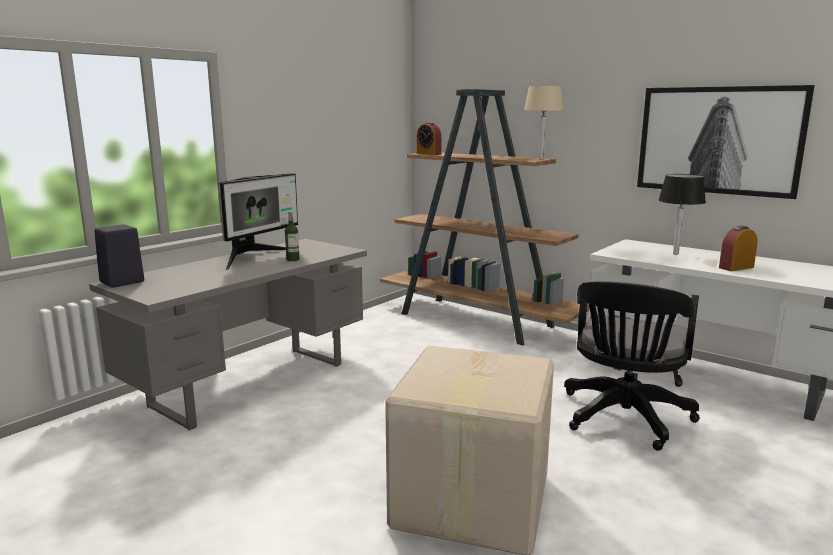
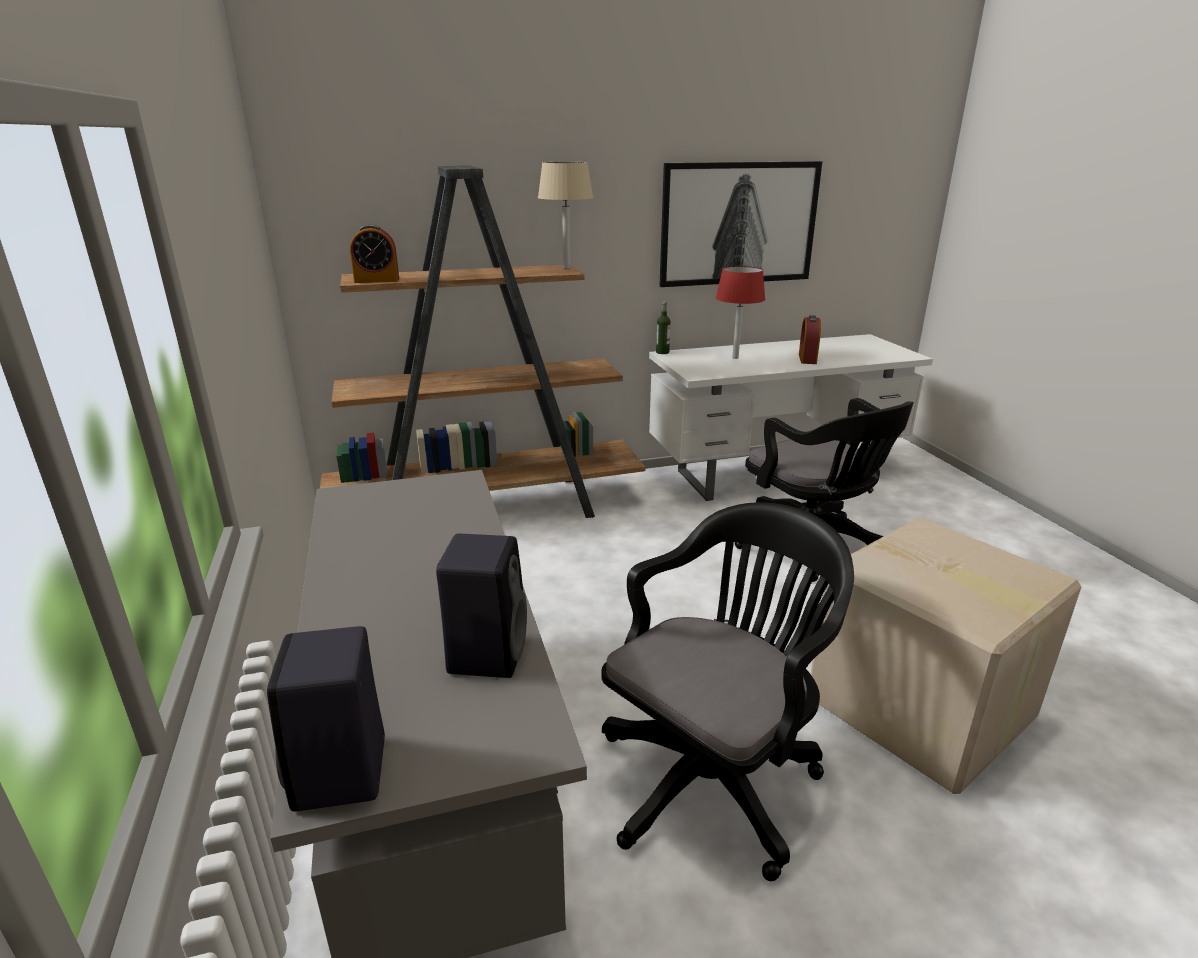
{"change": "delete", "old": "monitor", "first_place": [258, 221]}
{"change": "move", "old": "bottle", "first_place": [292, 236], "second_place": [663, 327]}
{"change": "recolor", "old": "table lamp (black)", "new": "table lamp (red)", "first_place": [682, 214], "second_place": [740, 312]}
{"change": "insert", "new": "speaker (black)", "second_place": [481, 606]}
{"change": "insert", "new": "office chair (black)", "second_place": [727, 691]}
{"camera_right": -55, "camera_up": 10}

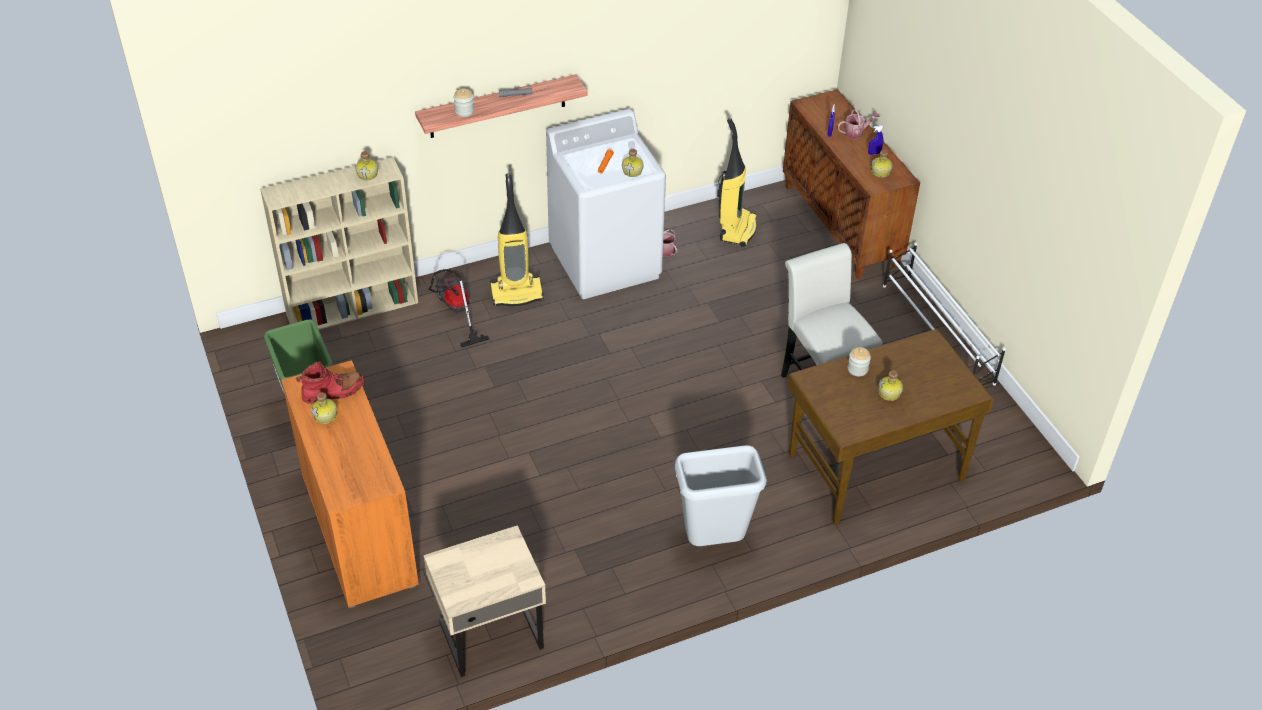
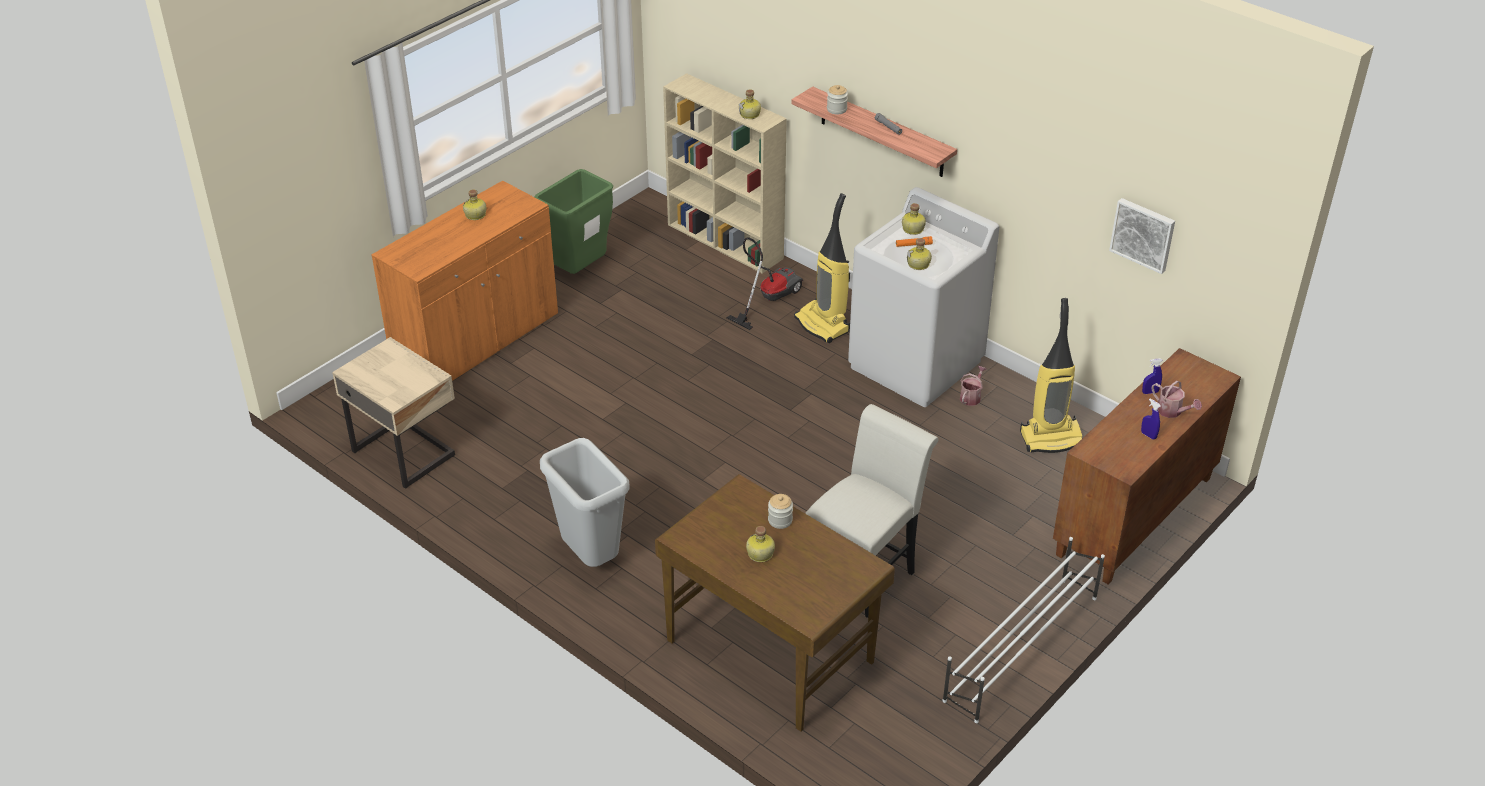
{"change": "delete", "old": "boot (red)", "first_place": [330, 382]}
{"change": "move", "old": "bottle", "first_place": [881, 163], "second_place": [914, 219]}
{"change": "insert", "new": "picture", "second_place": [1142, 236]}
{"camera_right": 65, "camera_up": -5}

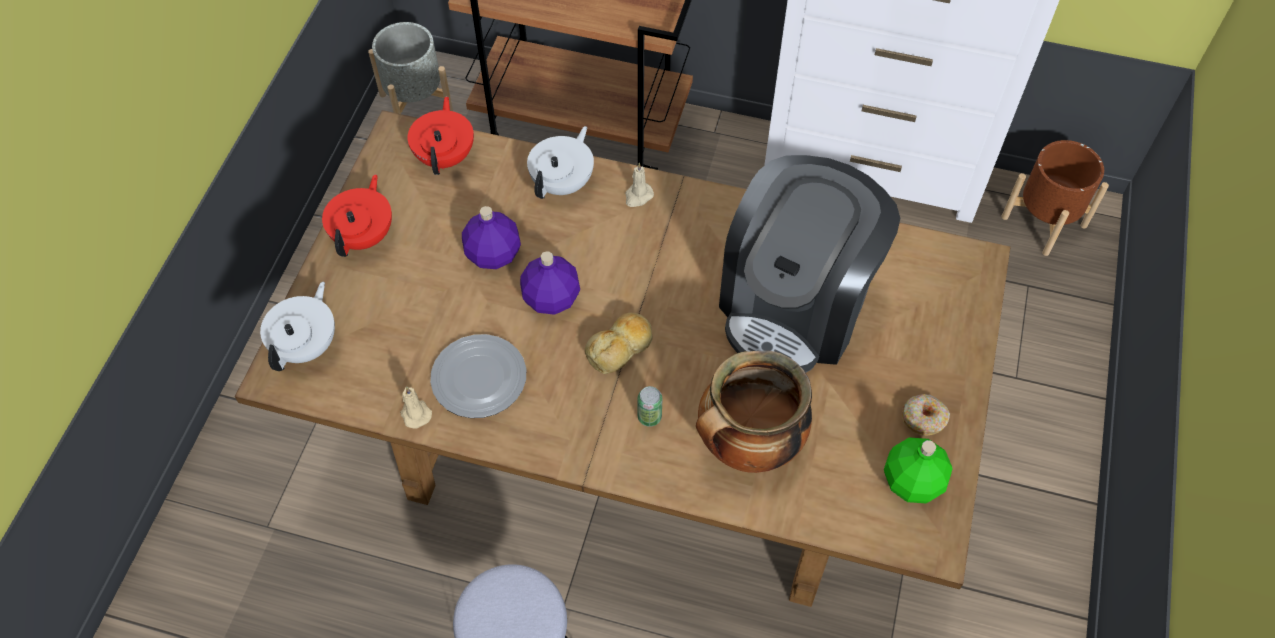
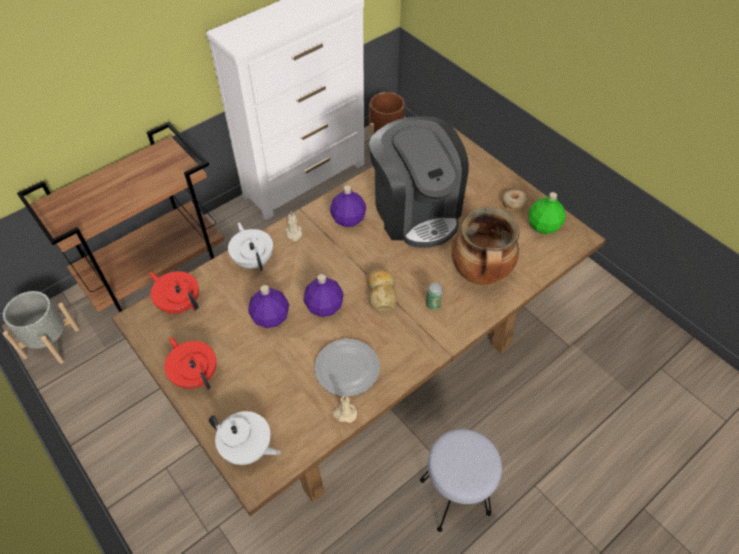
{"change": "rotate", "old": "teapot (white)", "first_place": [297, 326], "second_place": [245, 438], "degrees": 150}
{"change": "insert", "new": "bottle (purple)", "second_place": [348, 206]}
{"camera_right": -55, "camera_up": -5}

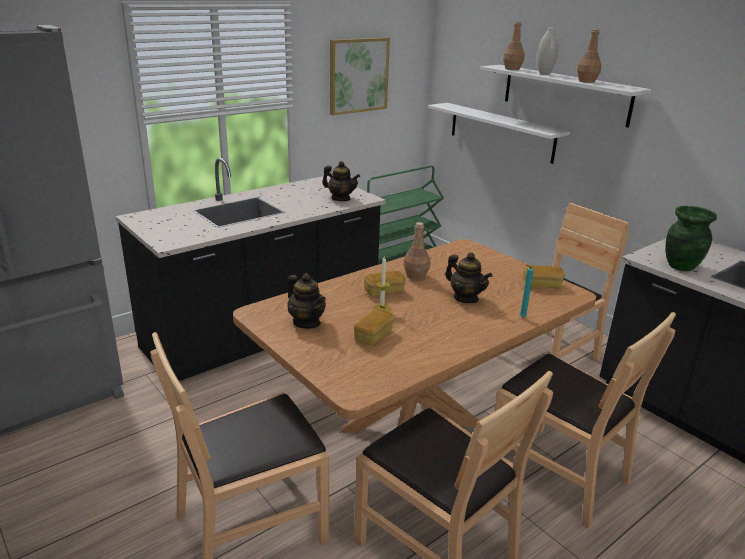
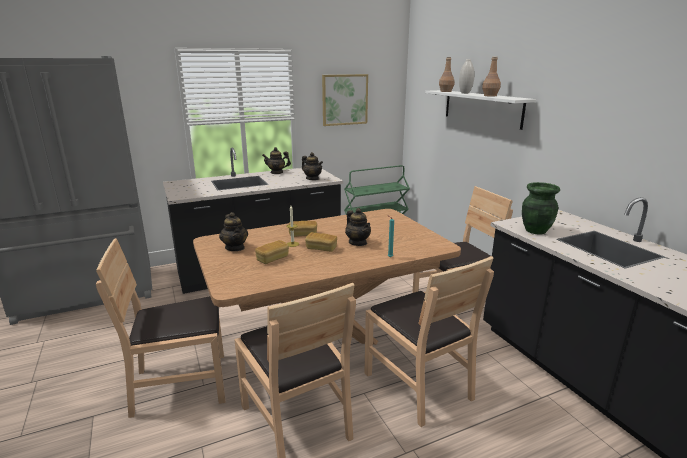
{"change": "delete", "old": "bottle (brown)", "first_place": [417, 251]}
{"change": "delete", "old": "shelf (white)", "first_place": [499, 133]}
{"change": "move", "old": "bread", "first_place": [544, 276], "second_place": [321, 242]}
{"change": "insert", "new": "teapot", "second_place": [276, 160]}
{"camera_right": 15, "camera_up": -5}

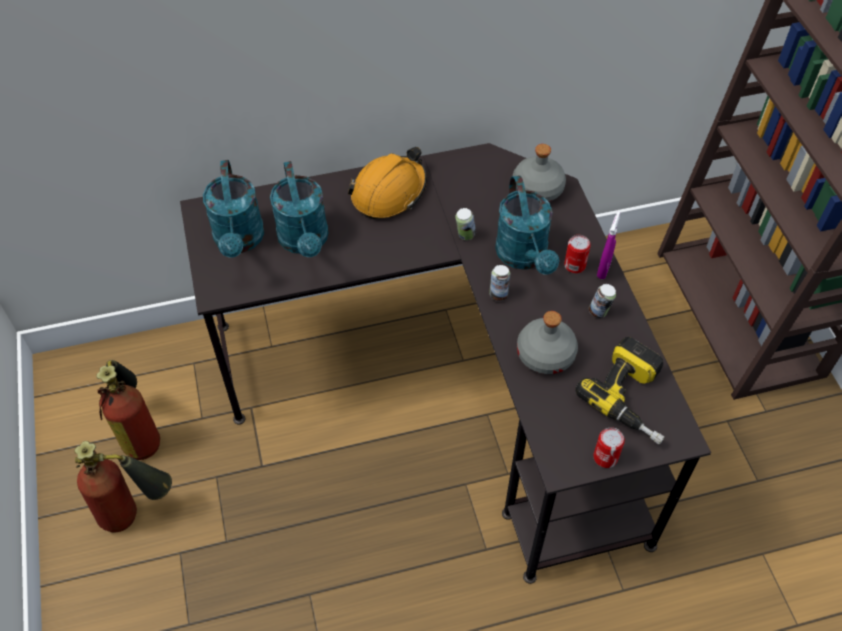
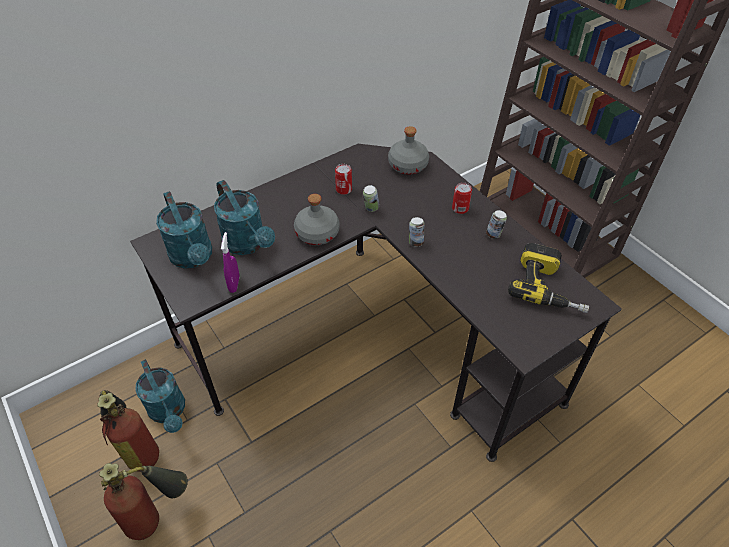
{"change": "delete", "old": "hard hat (orange)", "first_place": [387, 183]}
{"change": "move", "old": "watering can (turquoise)", "first_place": [527, 225], "second_place": [160, 396]}
{"change": "move", "old": "bottle (grey)", "first_place": [547, 342], "second_place": [316, 219]}
{"change": "move", "old": "can", "first_place": [609, 447], "second_place": [343, 179]}
{"change": "move", "old": "spray bottle (purple)", "first_place": [608, 245], "second_place": [230, 262]}
{"camera_right": -20, "camera_up": -5}

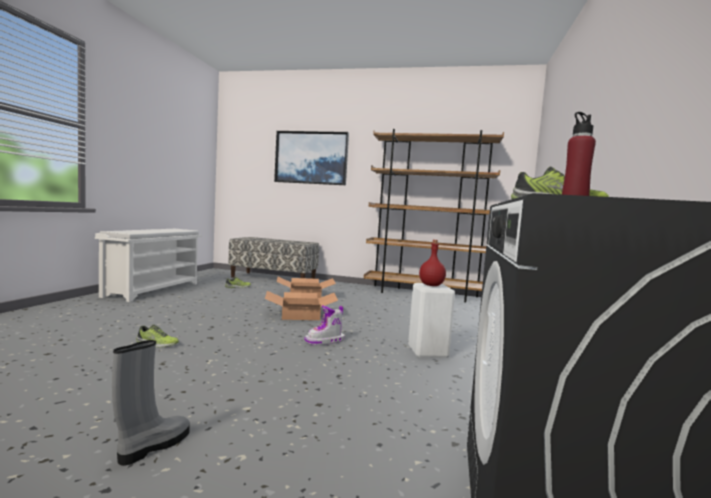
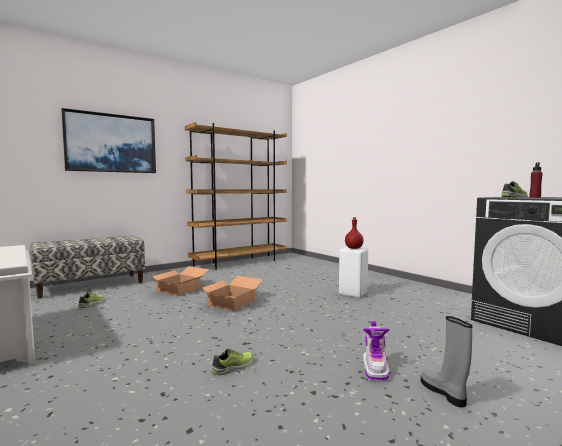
{"change": "move", "old": "boot", "first_place": [324, 325], "second_place": [376, 351]}
{"camera_right": -50, "camera_up": 0}

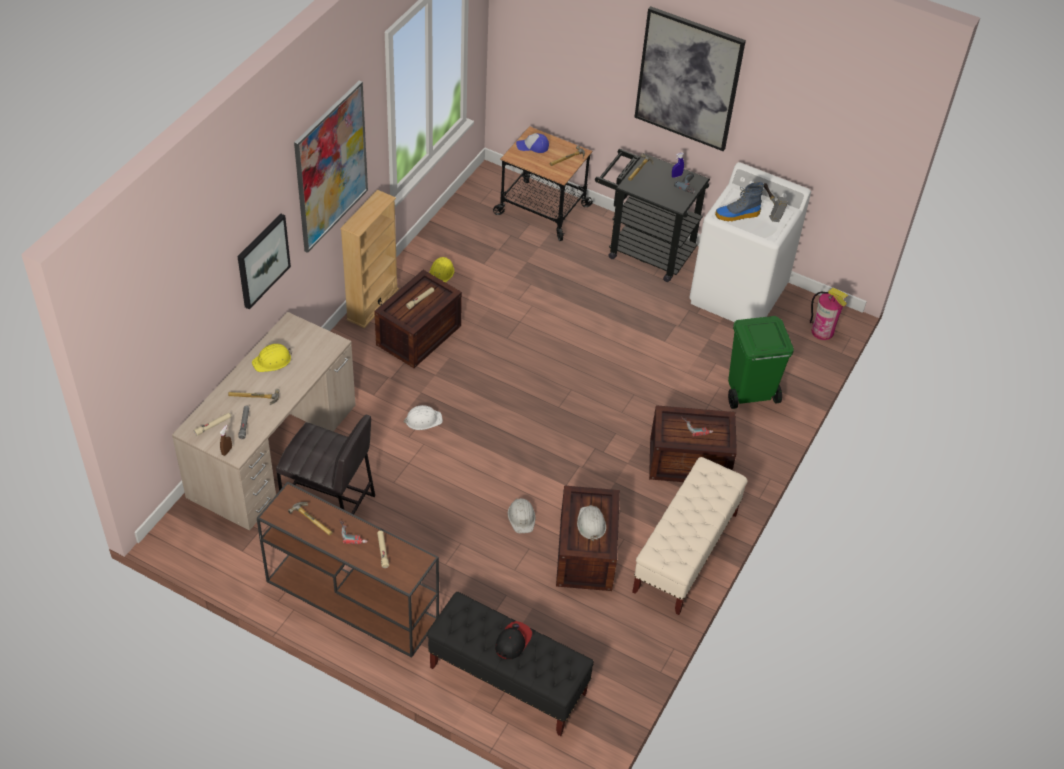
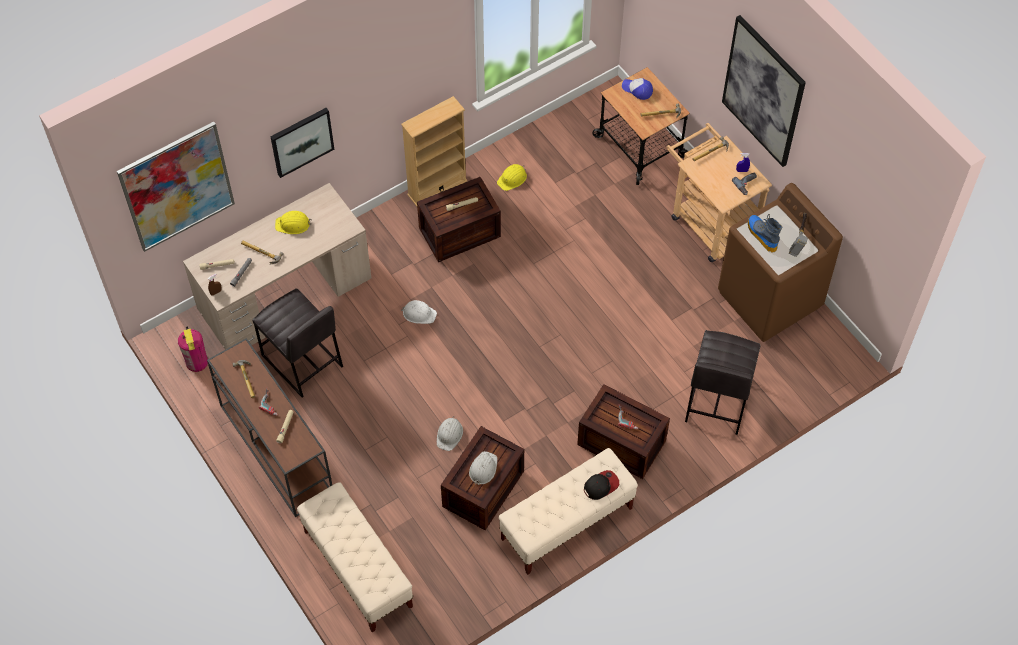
{"change": "move", "old": "picture", "first_place": [331, 166], "second_place": [176, 187]}
{"change": "recolor", "old": "bench (black)", "new": "bench (beige)", "first_place": [510, 664], "second_place": [355, 557]}
{"change": "move", "old": "cap", "first_place": [513, 640], "second_place": [601, 485]}
{"change": "recolor", "old": "cart (black)", "new": "cart (beige)", "first_place": [652, 215], "second_place": [719, 192]}
{"change": "recolor", "old": "washing machine (white)", "new": "washing machine (brown)", "first_place": [750, 242], "second_place": [780, 262]}
{"change": "rotate", "old": "boot", "first_place": [739, 202], "second_place": [765, 233], "degrees": 45}
{"change": "replace", "old": "trash can (green)", "new": "stool (grey)", "first_place": [761, 362], "second_place": [723, 382]}
{"change": "move", "old": "fire extinguisher", "first_place": [828, 314], "second_place": [193, 349]}
{"camera_right": 30, "camera_up": 10}

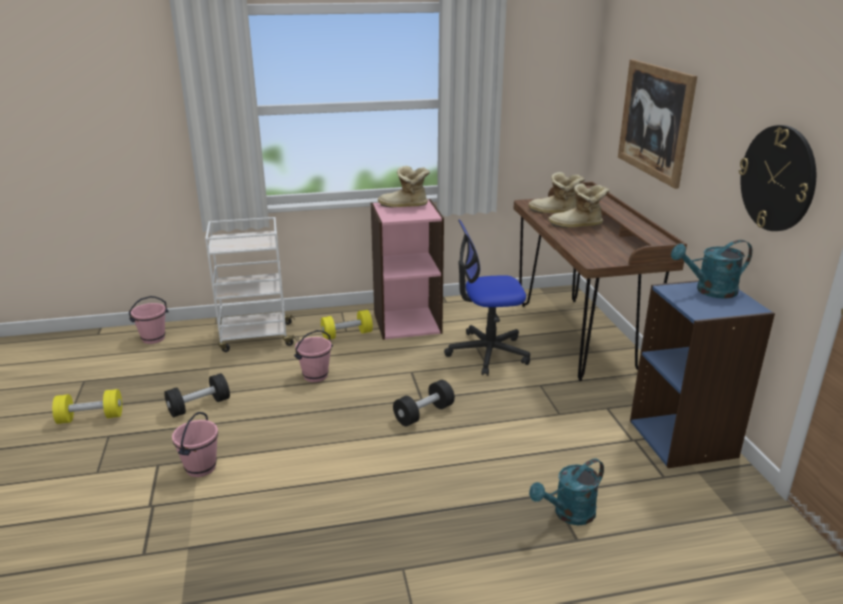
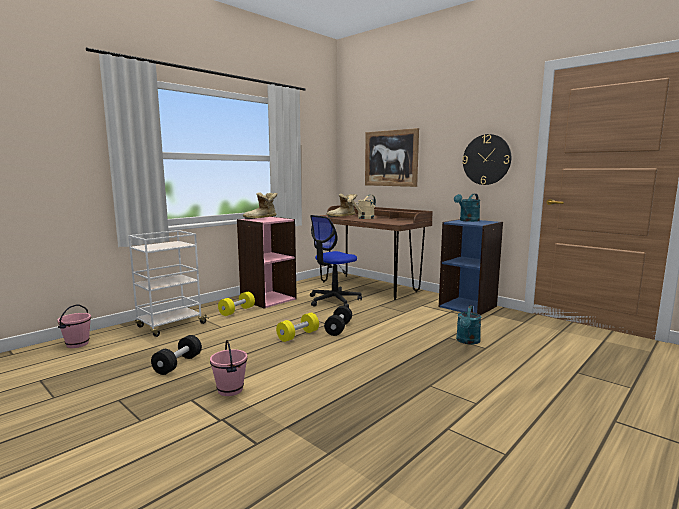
{"change": "move", "old": "dumbbell (yellow)", "first_place": [87, 406], "second_place": [297, 327]}
{"change": "delete", "old": "bucket (pink)", "first_place": [313, 356]}
{"change": "replace", "old": "boot", "new": "watering can (beige)", "first_place": [579, 205], "second_place": [361, 207]}
{"camera_right": -35, "camera_up": -15}

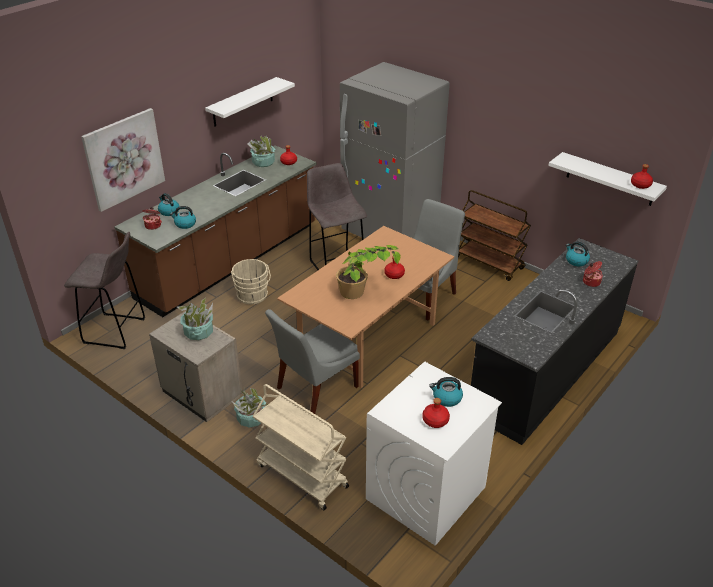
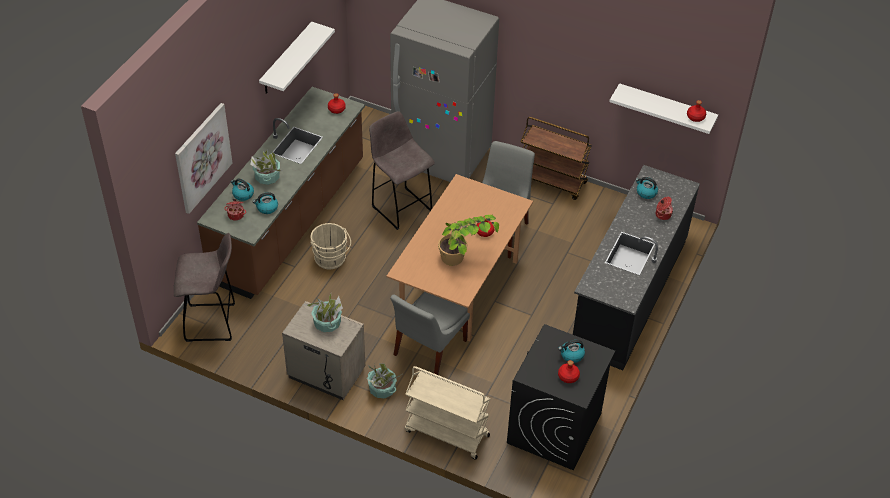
{"change": "move", "old": "potted plant", "first_place": [261, 151], "second_place": [266, 167]}
{"change": "recolor", "old": "washing machine (white)", "new": "washing machine (black)", "first_place": [434, 453], "second_place": [561, 397]}
{"camera_right": -15, "camera_up": 10}

